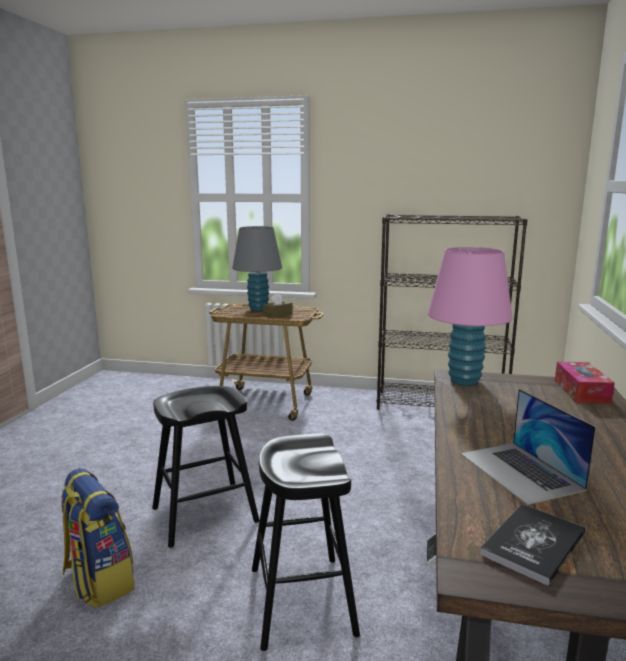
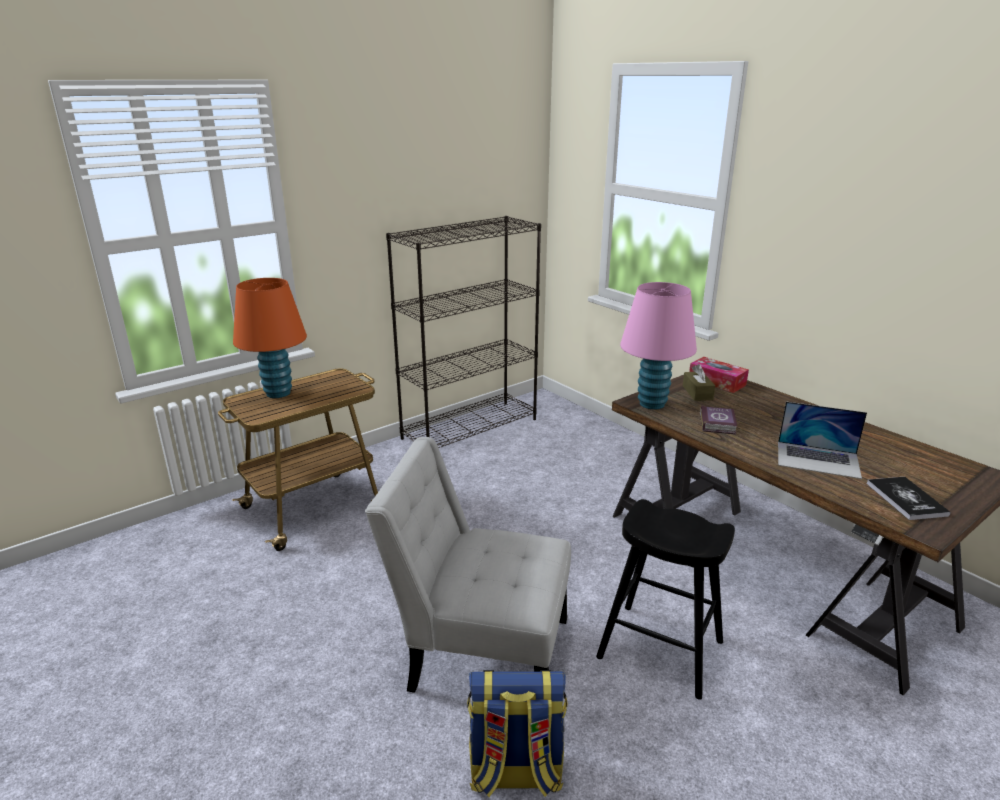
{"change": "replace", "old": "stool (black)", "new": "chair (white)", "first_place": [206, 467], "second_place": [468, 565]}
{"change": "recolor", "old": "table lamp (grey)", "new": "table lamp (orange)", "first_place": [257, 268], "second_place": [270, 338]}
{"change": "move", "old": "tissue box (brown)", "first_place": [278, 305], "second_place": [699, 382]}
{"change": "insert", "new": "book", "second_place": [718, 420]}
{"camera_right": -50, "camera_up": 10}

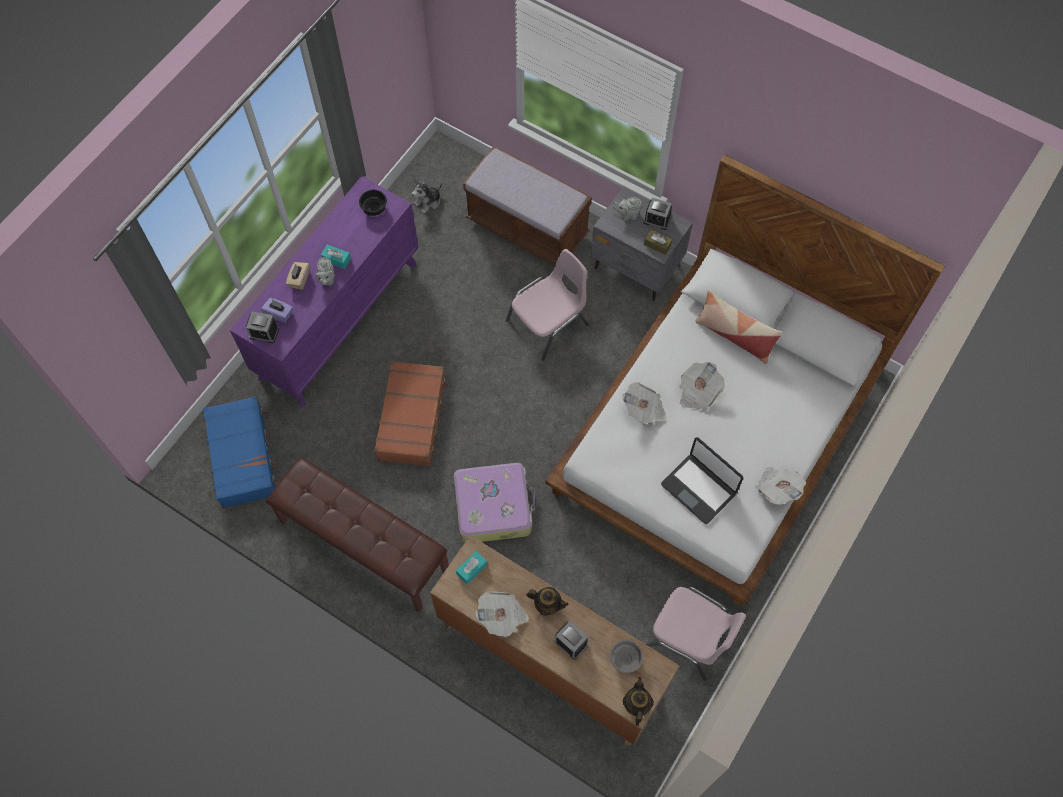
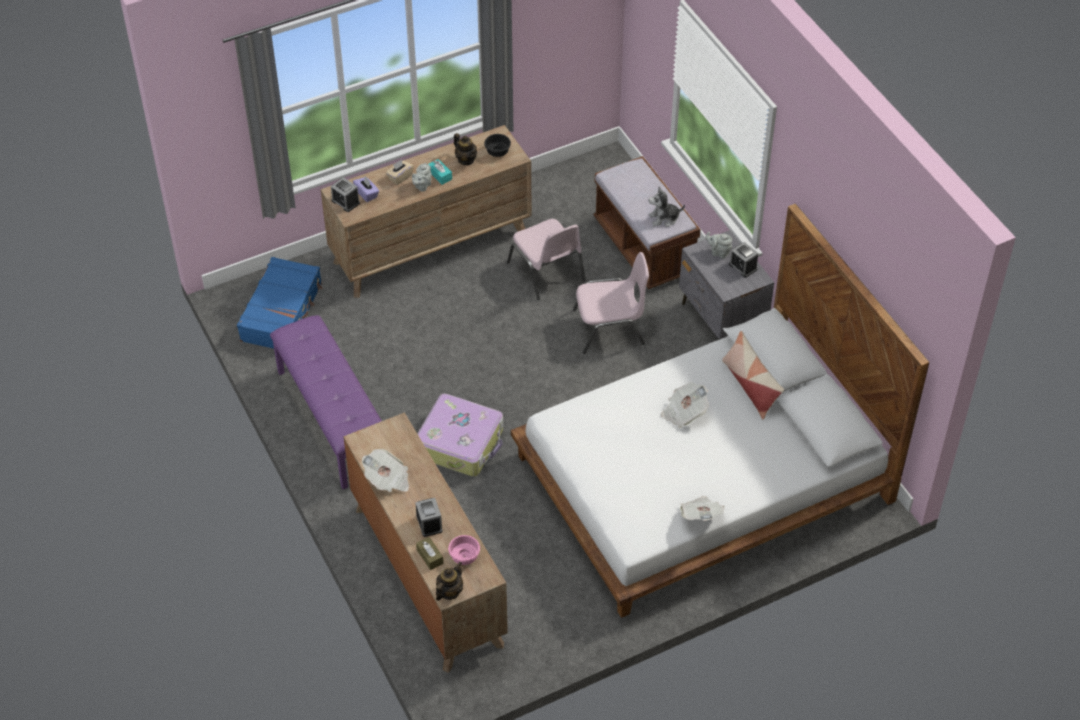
{"change": "recolor", "old": "dresser (purple)", "new": "dresser (brown)", "first_place": [324, 291], "second_place": [426, 211]}
{"change": "recolor", "old": "bench (brown)", "new": "bench (purple)", "first_place": [357, 535], "second_place": [326, 402]}
{"change": "delete", "old": "suitcase (brown)", "first_place": [411, 414]}
{"change": "move", "old": "plush toy", "first_place": [427, 196], "second_place": [666, 207]}
{"change": "delete", "old": "tissue box (turquoise)", "first_place": [471, 567]}
{"change": "move", "old": "teapot", "first_place": [547, 601], "second_place": [465, 149]}
{"change": "recolor", "old": "bowl (grey)", "new": "bowl (pink)", "first_place": [626, 656], "second_place": [464, 550]}
{"change": "delete", "old": "newspaper", "first_place": [644, 403]}
{"change": "move", "old": "tissue box (brown)", "first_place": [658, 242], "second_place": [429, 553]}
{"change": "move", "old": "chair (pink)", "first_place": [696, 633], "second_place": [546, 259]}
{"change": "delete", "old": "laptop", "first_place": [702, 480]}
{"camera_right": 30, "camera_up": -15}

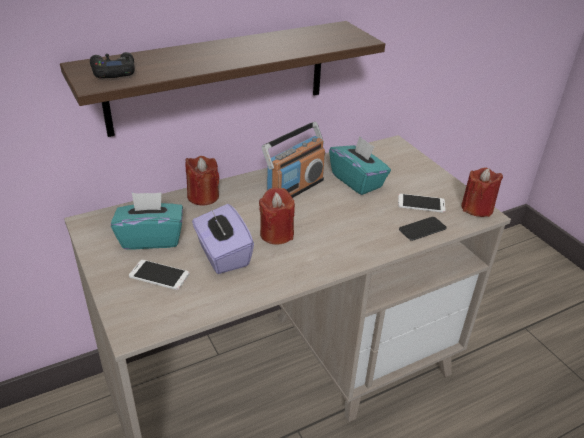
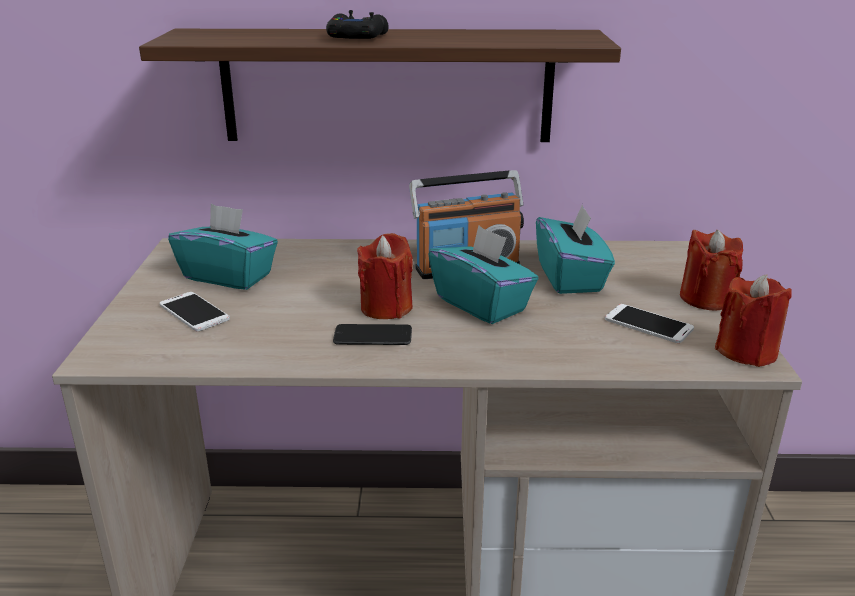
{"change": "move", "old": "game controller (black)", "first_place": [112, 65], "second_place": [357, 24]}
{"change": "move", "old": "candle (red)", "first_place": [202, 180], "second_place": [711, 270]}
{"change": "delete", "old": "tissue box (purple)", "first_place": [223, 239]}
{"change": "move", "old": "phone", "first_place": [423, 229], "second_place": [372, 334]}
{"change": "insert", "new": "tissue box (turquoise)", "second_place": [483, 274]}
{"camera_right": 30, "camera_up": -10}

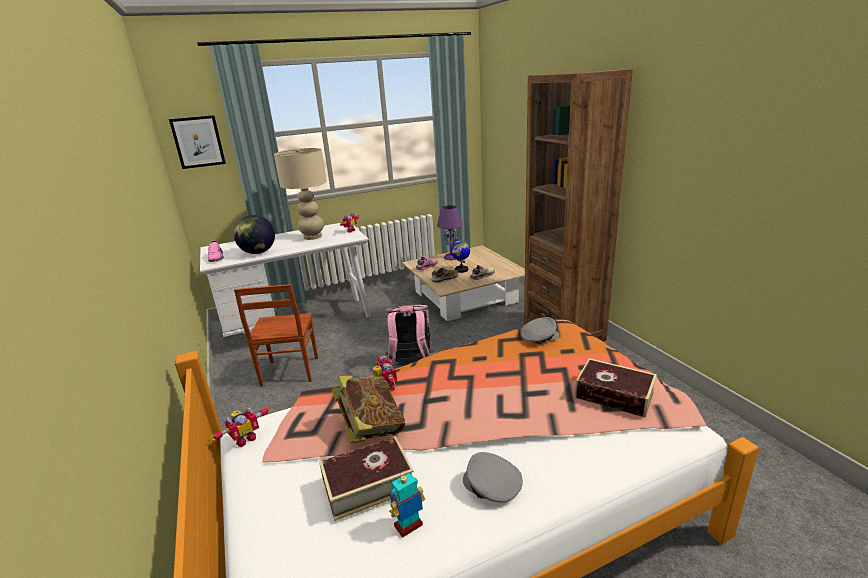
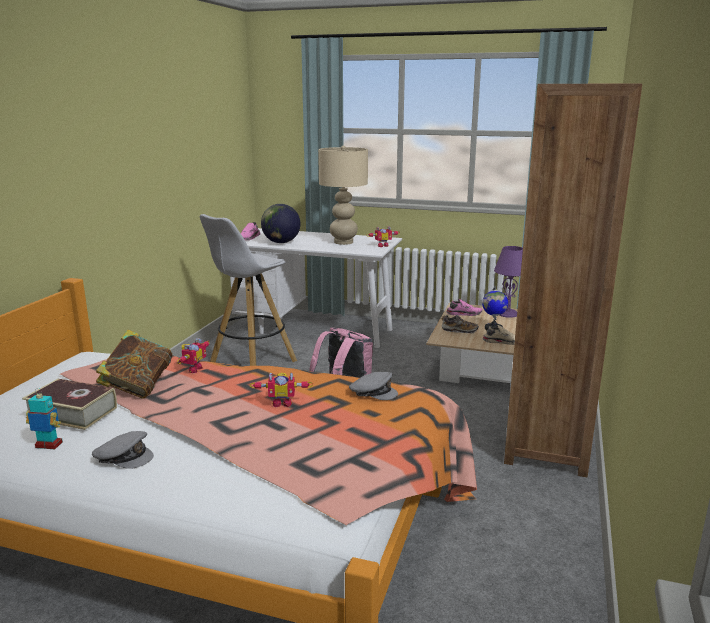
{"change": "delete", "old": "picture", "first_place": [197, 142]}
{"change": "move", "old": "toy robot", "first_place": [240, 427], "second_place": [281, 389]}
{"change": "replace", "old": "chair (brown)", "new": "stool (white)", "first_place": [276, 335], "second_place": [248, 290]}
{"change": "rotate", "old": "cap (grey)", "first_place": [493, 477], "second_place": [123, 450], "degrees": 120}
{"change": "delete", "old": "book", "first_place": [616, 388]}
{"camera_right": 40, "camera_up": -5}

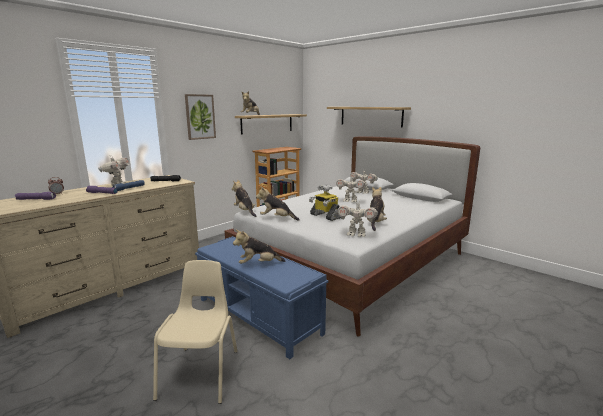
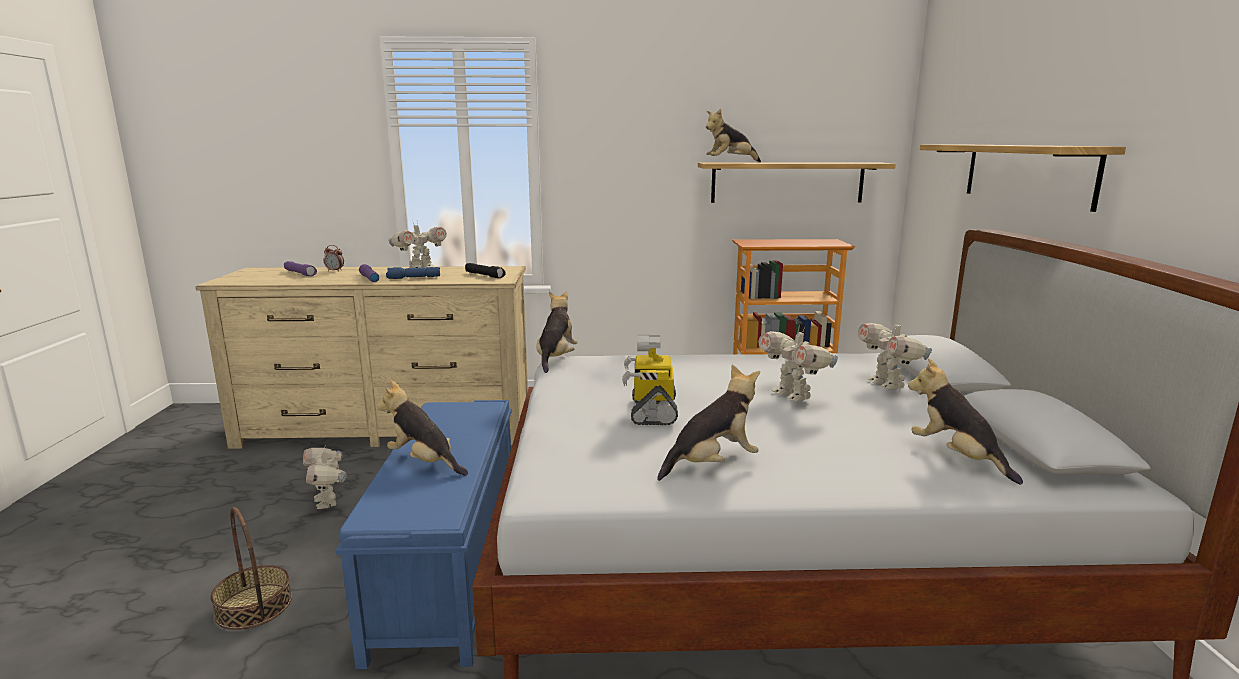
{"change": "replace", "old": "chair (beige)", "new": "basket", "first_place": [195, 332], "second_place": [251, 568]}
{"change": "delete", "old": "picture", "first_place": [200, 117]}
{"change": "move", "old": "plush toy", "first_place": [278, 203], "second_place": [965, 421]}
{"change": "move", "old": "toy robot", "first_place": [358, 219], "second_place": [325, 478]}
{"camera_right": 45, "camera_up": 0}

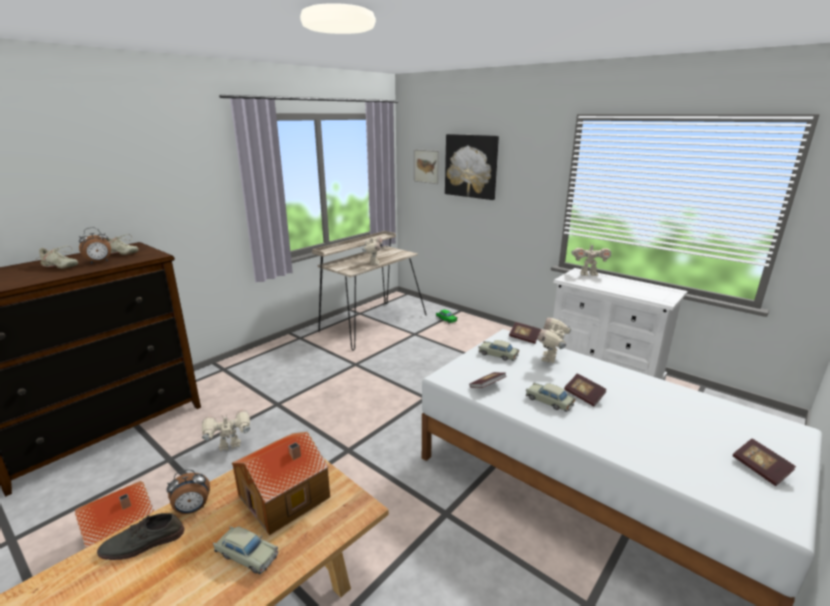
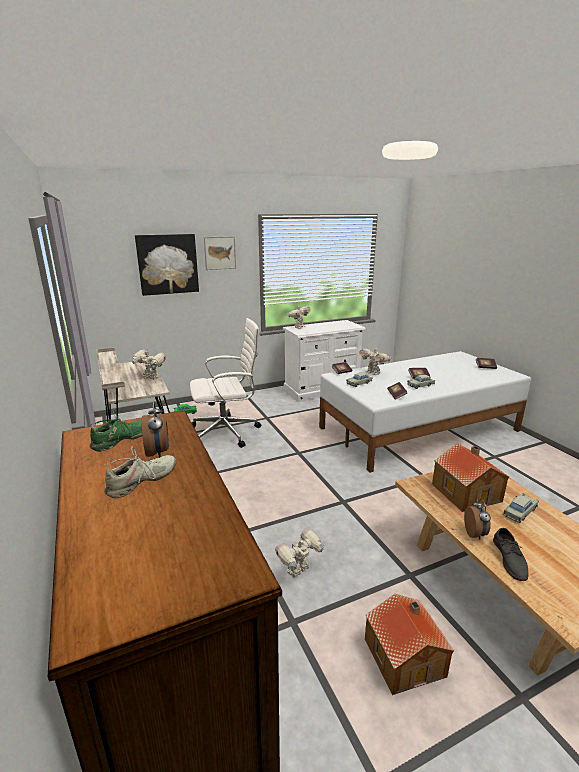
{"change": "recolor", "old": "shoe (beige)", "new": "shoe (green)", "first_place": [122, 244], "second_place": [116, 431]}
{"change": "rotate", "old": "toy robot", "first_place": [226, 431], "second_place": [300, 553], "degrees": 45}
{"change": "move", "old": "picture", "first_place": [427, 166], "second_place": [220, 253]}
{"change": "insert", "new": "office chair (white)", "second_place": [225, 383]}
{"camera_right": -65, "camera_up": 0}

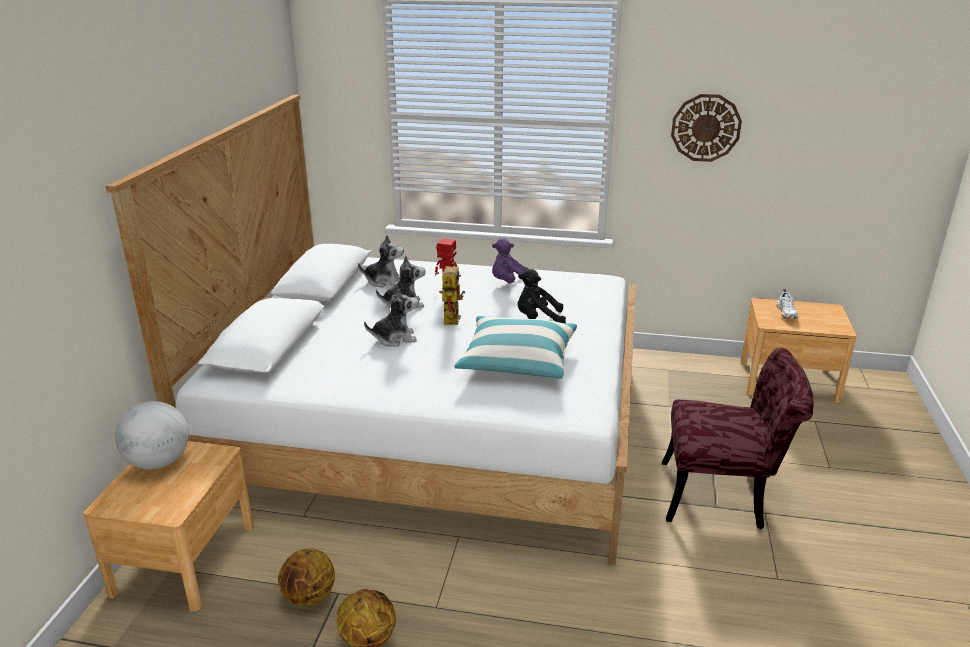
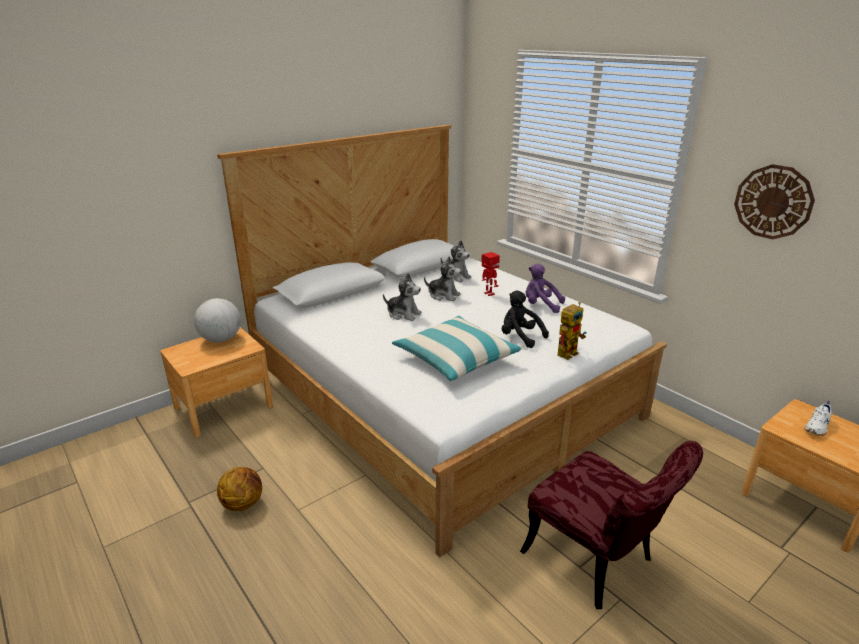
{"change": "delete", "old": "basketball", "first_place": [306, 577]}
{"change": "move", "old": "toy robot", "first_place": [452, 293], "second_place": [571, 331]}
{"camera_right": 40, "camera_up": 0}

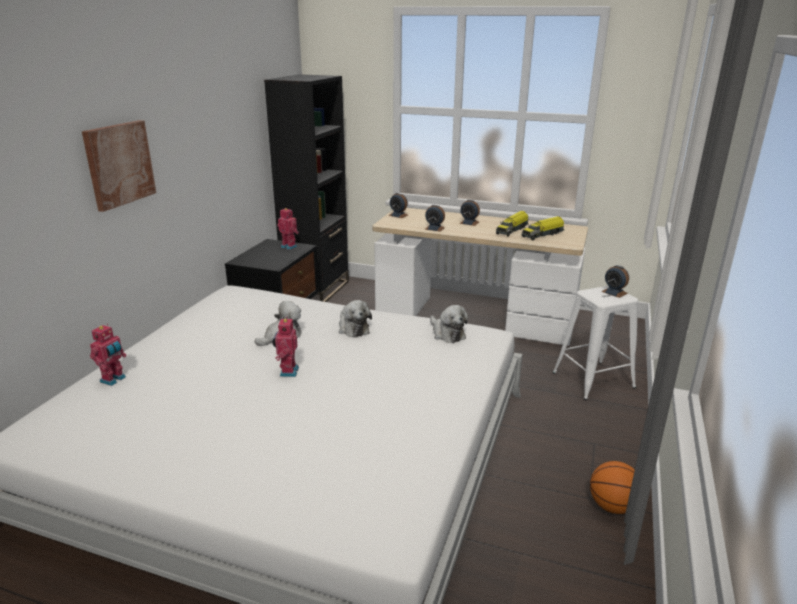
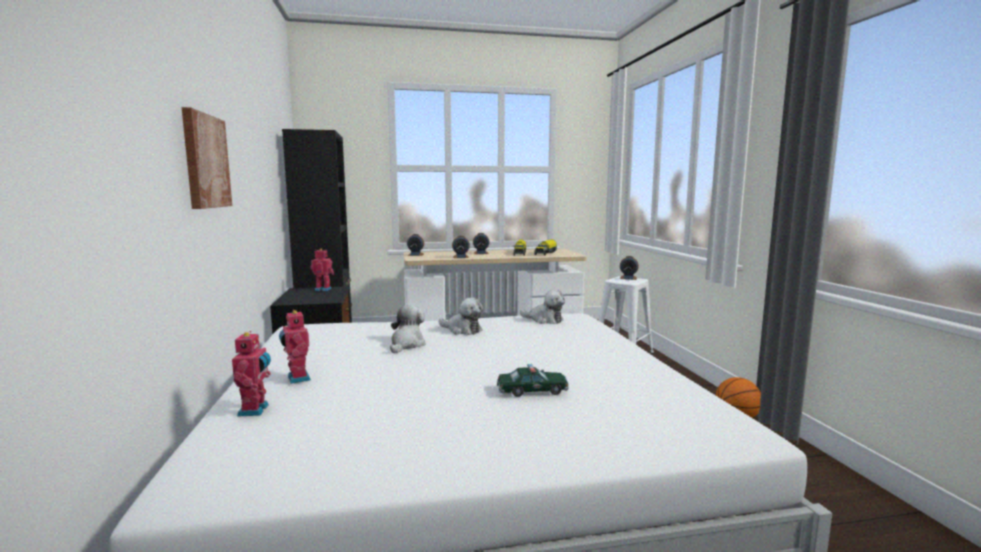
{"change": "move", "old": "toy robot", "first_place": [285, 346], "second_place": [295, 347]}
{"change": "insert", "new": "toy car", "second_place": [533, 380]}
{"camera_right": -30, "camera_up": -15}

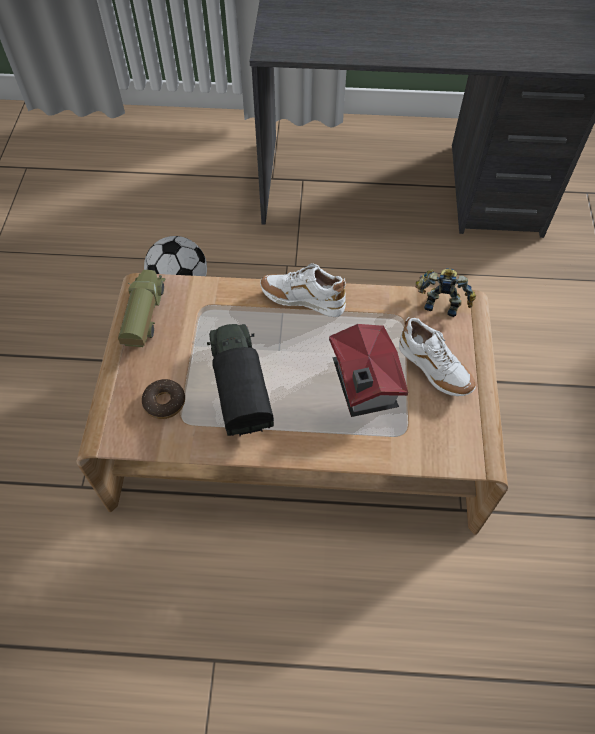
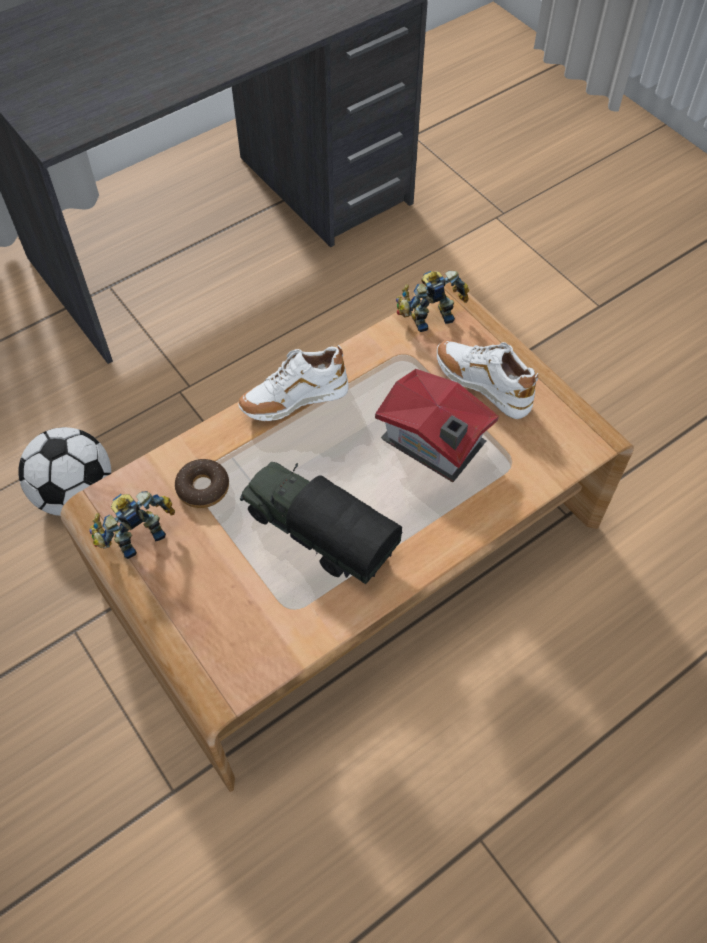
{"change": "replace", "old": "toy truck", "new": "toy robot", "first_place": [141, 308], "second_place": [132, 525]}
{"change": "move", "old": "donut", "first_place": [163, 399], "second_place": [202, 483]}
{"change": "rotate", "old": "shoe (white)", "first_place": [437, 356], "second_place": [487, 379], "degrees": -150}
{"camera_right": -40, "camera_up": 0}

